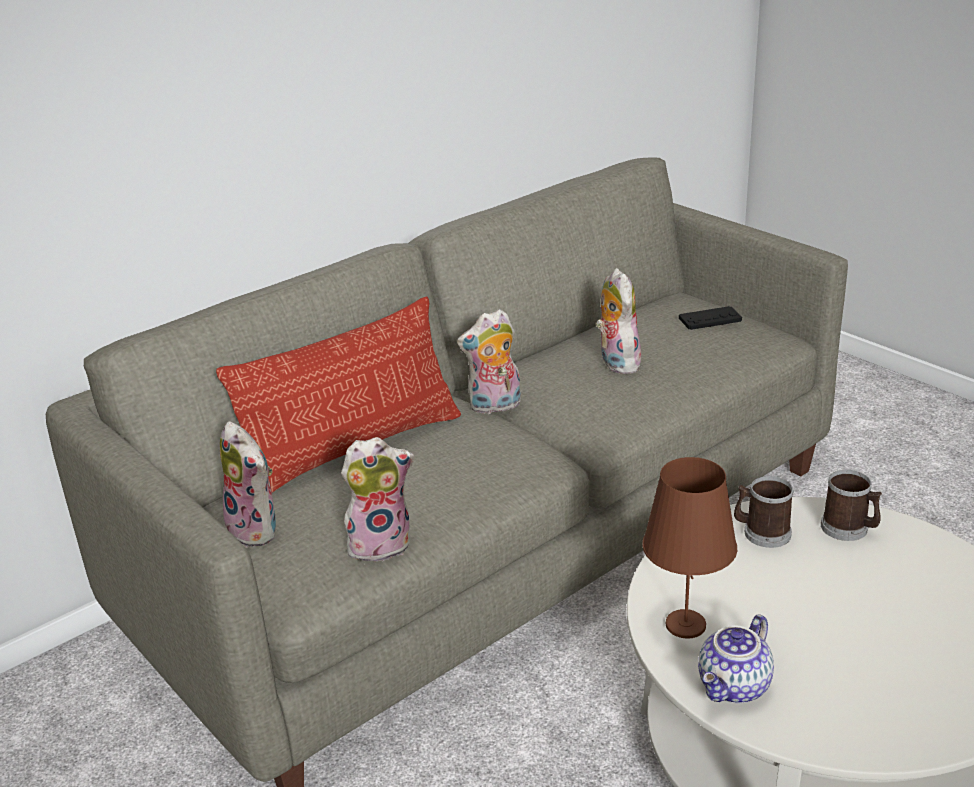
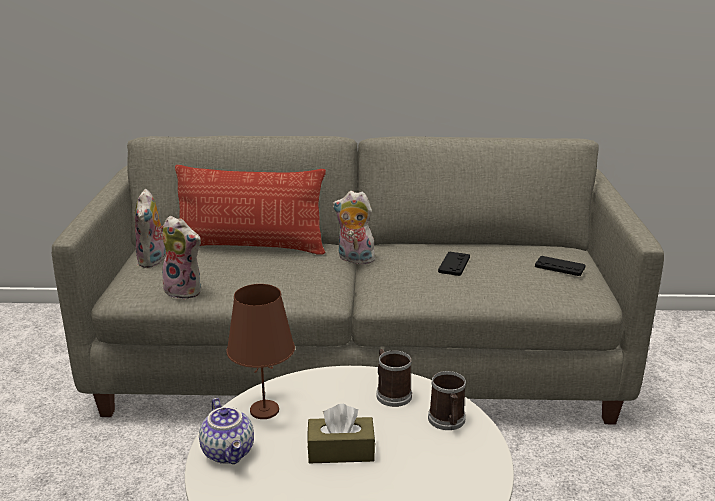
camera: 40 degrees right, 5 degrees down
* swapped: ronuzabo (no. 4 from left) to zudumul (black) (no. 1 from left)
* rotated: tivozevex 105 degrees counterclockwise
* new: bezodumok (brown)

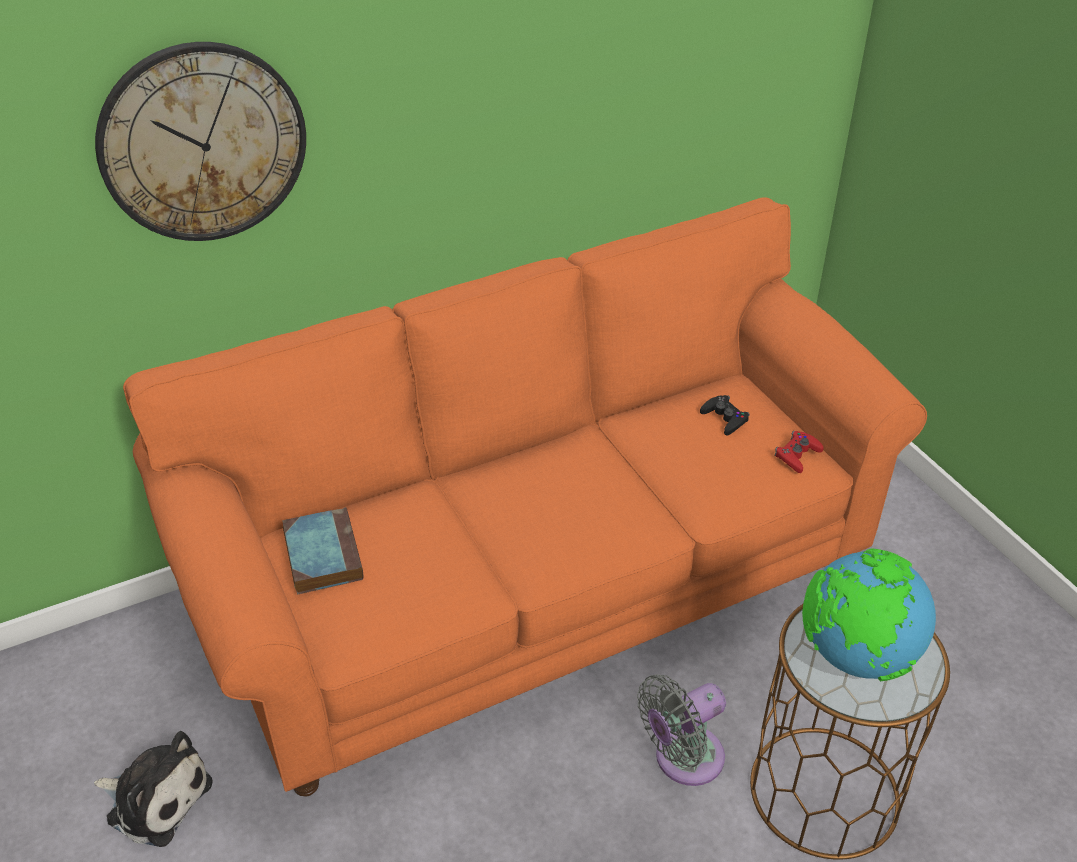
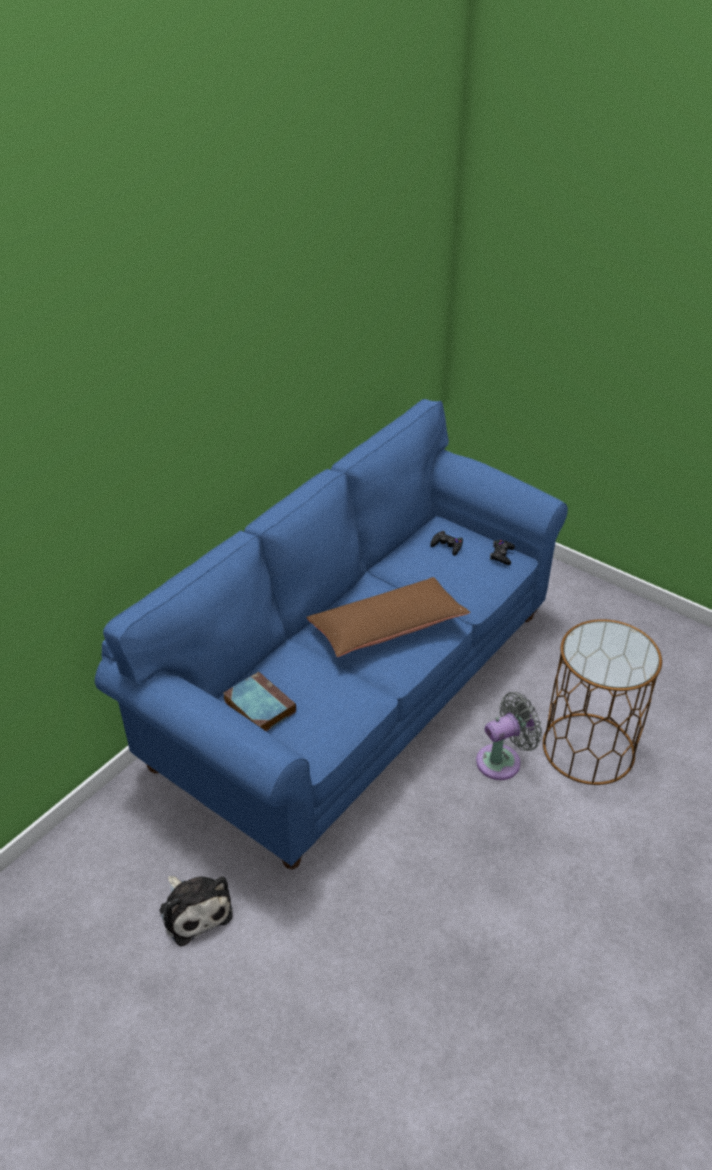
camera: 25 degrees left, 0 degrees up
* gone: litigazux
* repainted: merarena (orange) to merarena (blue)
* repainted: zudumul (red) to zudumul (black) (no. 2 from left)
* gone: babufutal
* rotated: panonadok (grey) 150 degrees counterclockwise
* rotated: ronuzabo 60 degrees clockwise
* new: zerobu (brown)

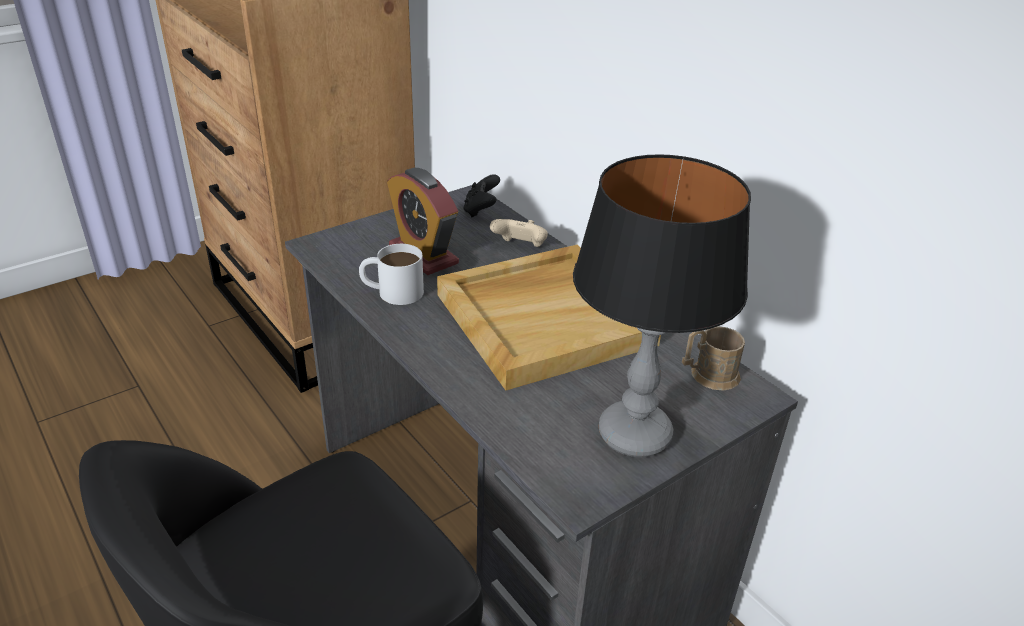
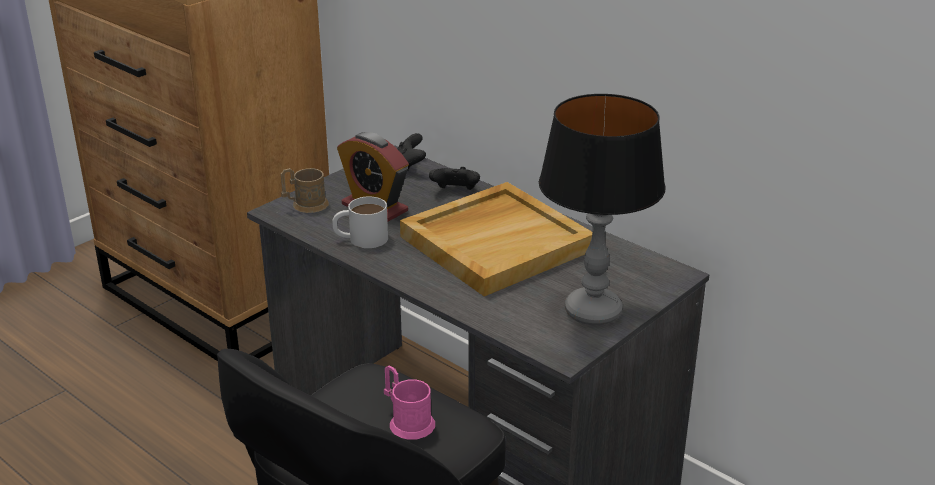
camera: 10 degrees left, 5 degrees down
* repainted: zudumul (beige) to zudumul (black) (no. 2 from left)
* shifted: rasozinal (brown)
* new: rasozinal (pink)

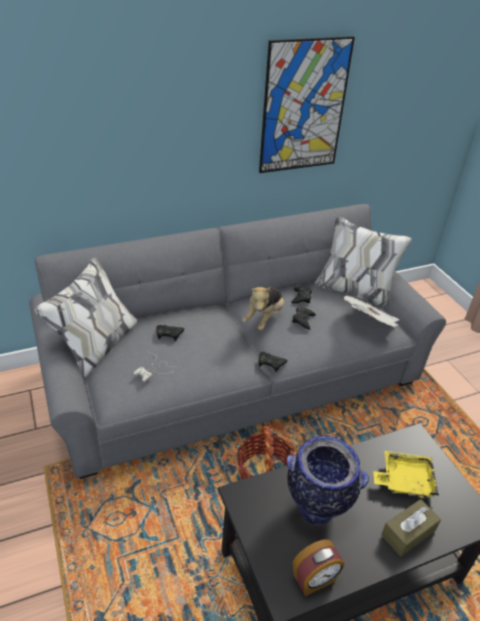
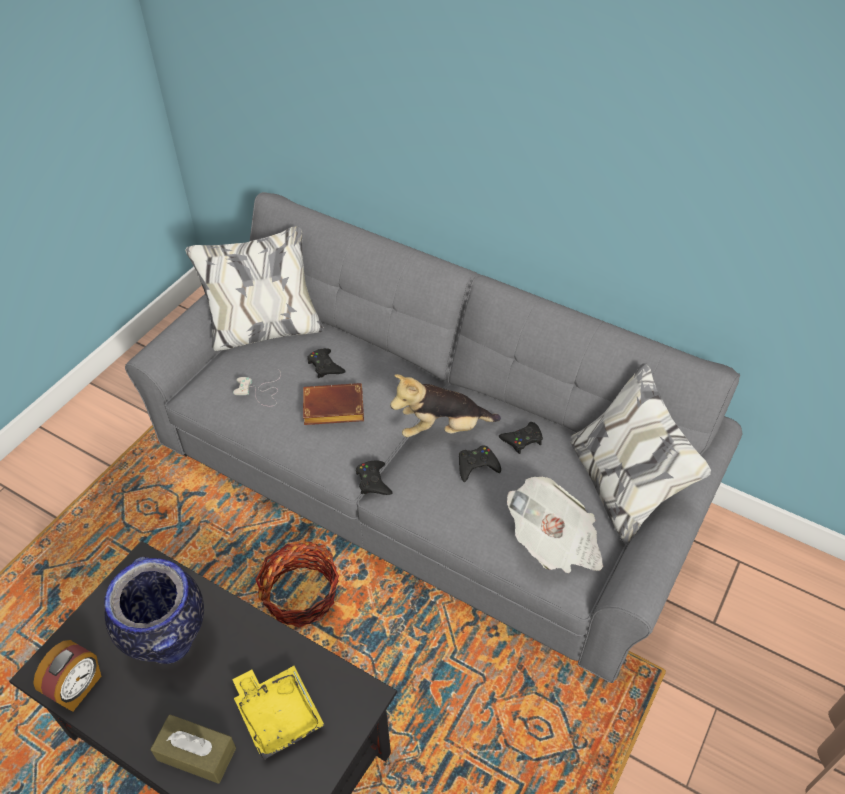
camera: 55 degrees right, 10 degrees up
* gone: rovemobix
* rotated: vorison 90 degrees counterclockwise
* new: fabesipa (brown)

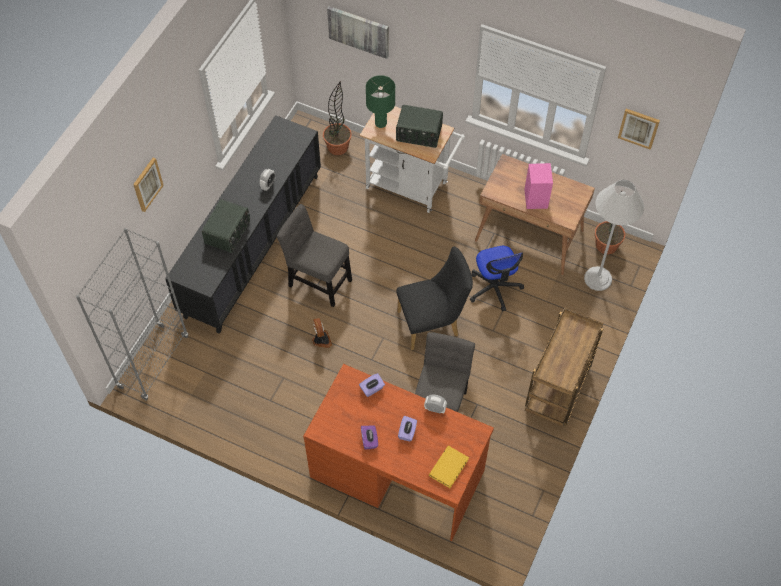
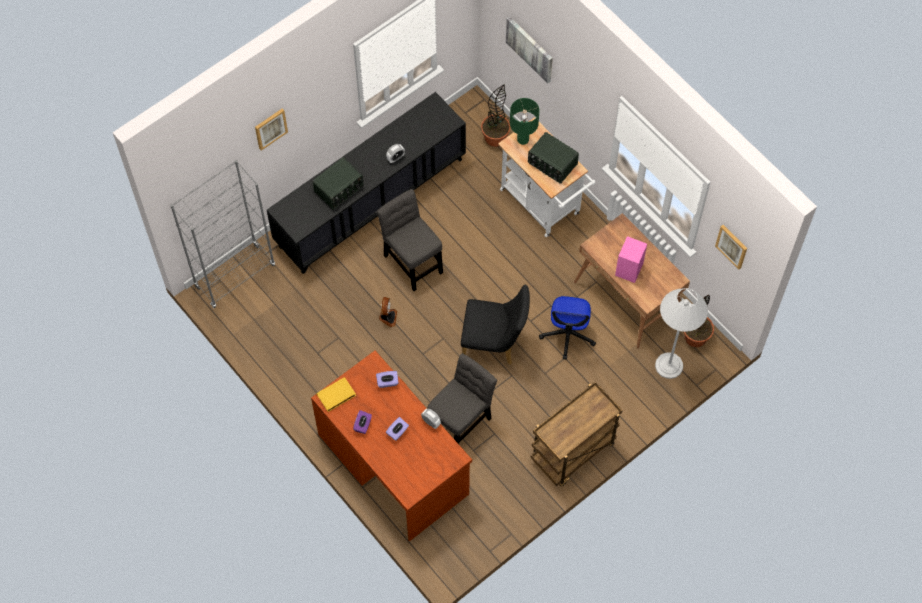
camera: 25 degrees right, 5 degrees up
* shifted: fabesipa (yellow)

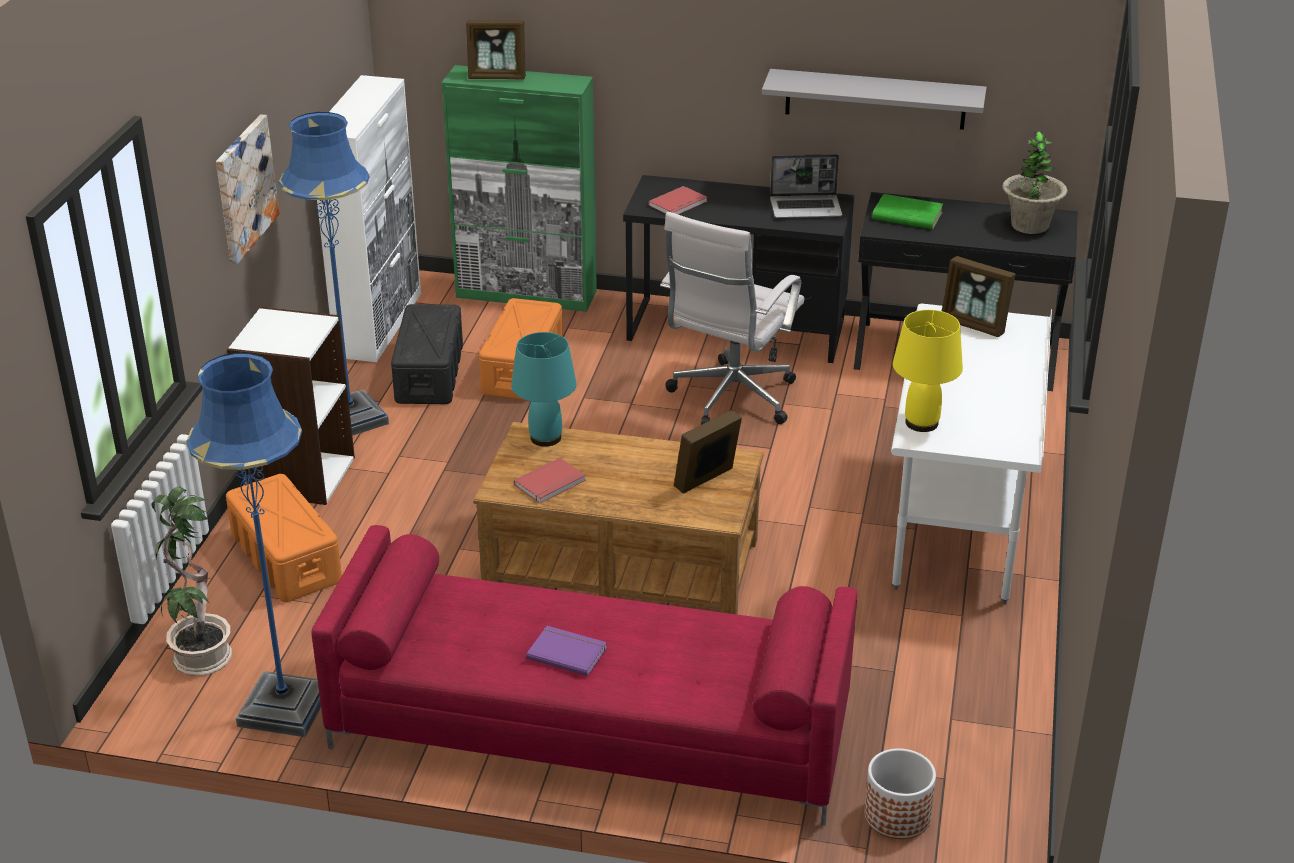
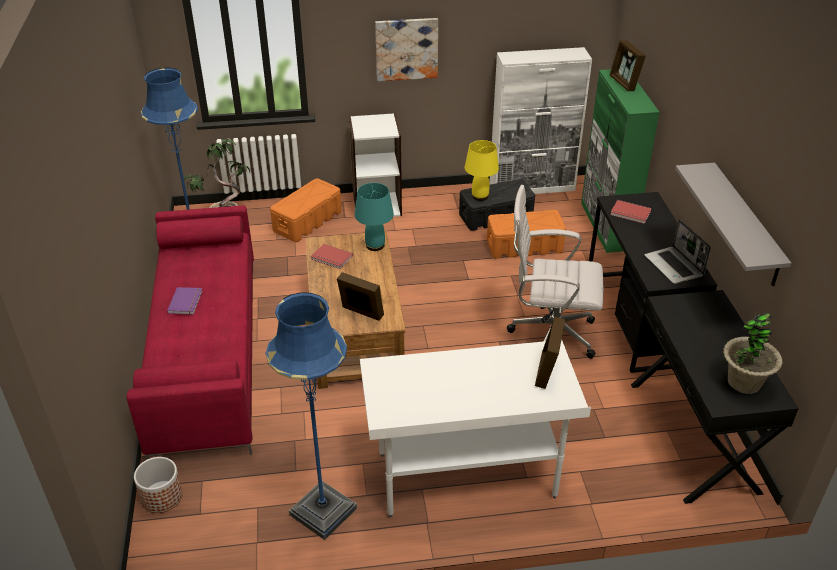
camera: 70 degrees right, 5 degrees up
* shifted: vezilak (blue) (no. 2 from left)
* gone: fabesipa (green)
* shifted: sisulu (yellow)

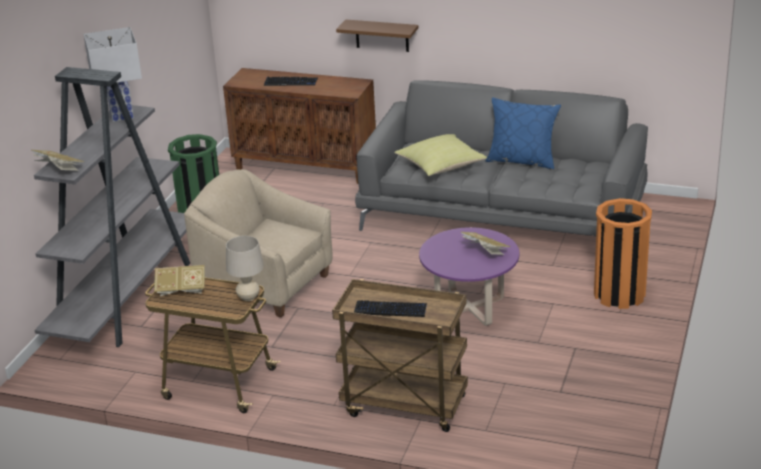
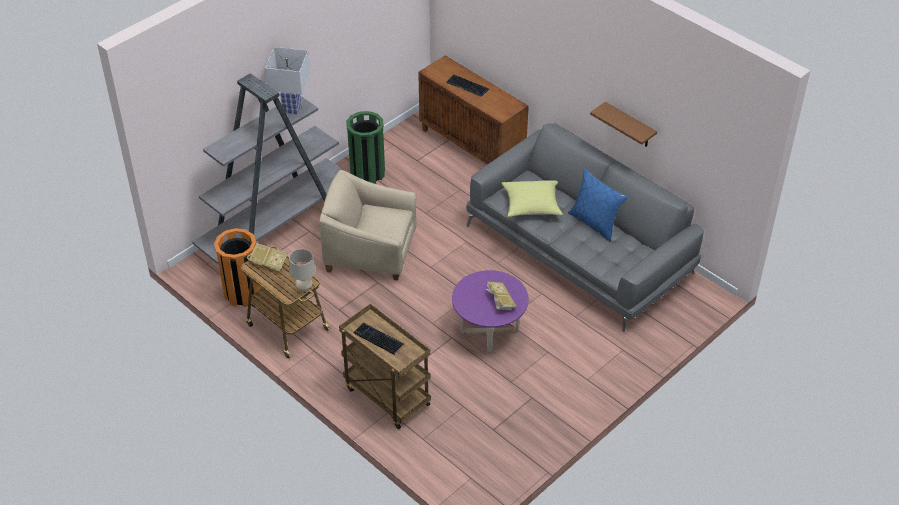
camera: 25 degrees right, 15 degrees up
* shifted: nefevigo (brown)
* gone: fabesipa (no. 1 from left)
* rotated: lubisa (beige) 45 degrees counterclockwise
* shifted: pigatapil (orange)

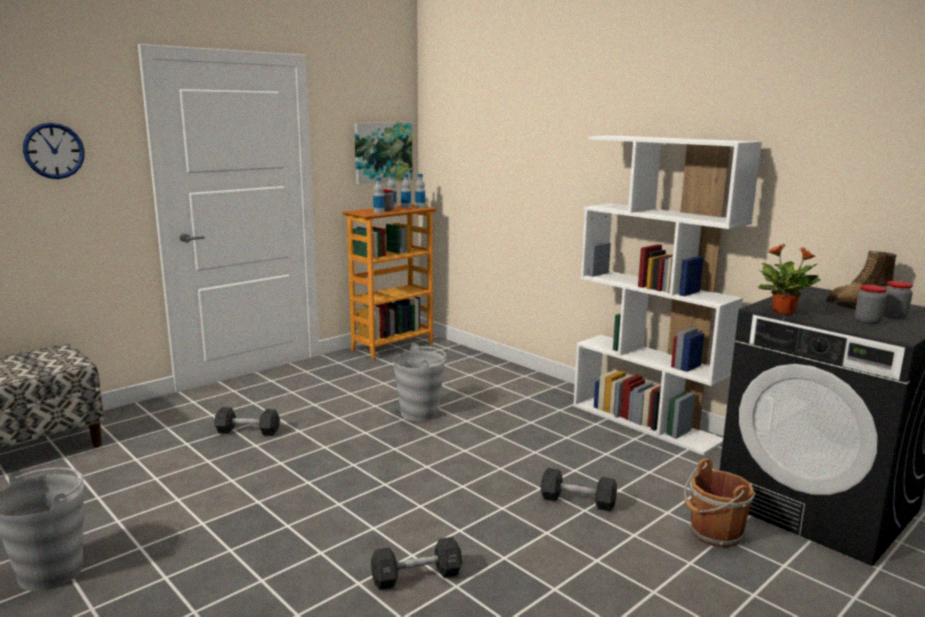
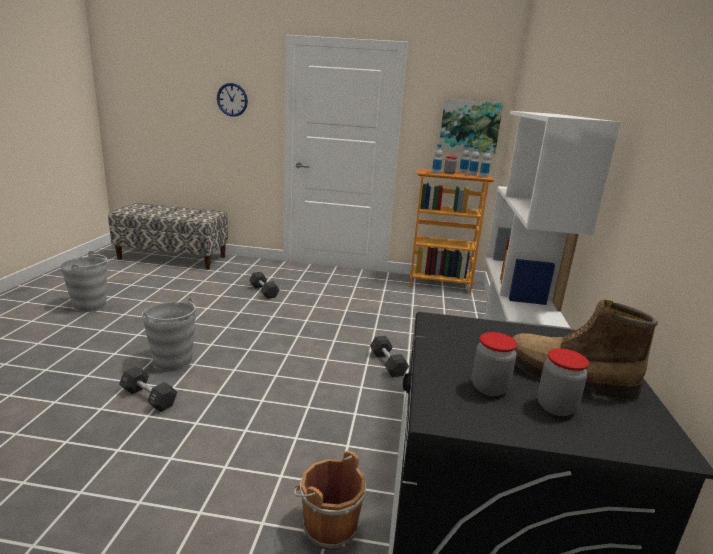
camera: 50 degrees right, 5 degrees up
* gone: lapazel
* shifted: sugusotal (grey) (no. 2 from left)
* shifted: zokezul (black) (no. 3 from left)

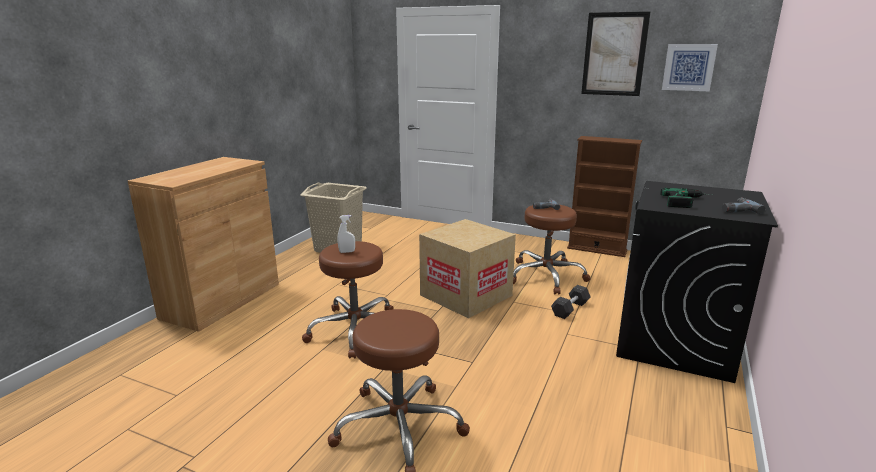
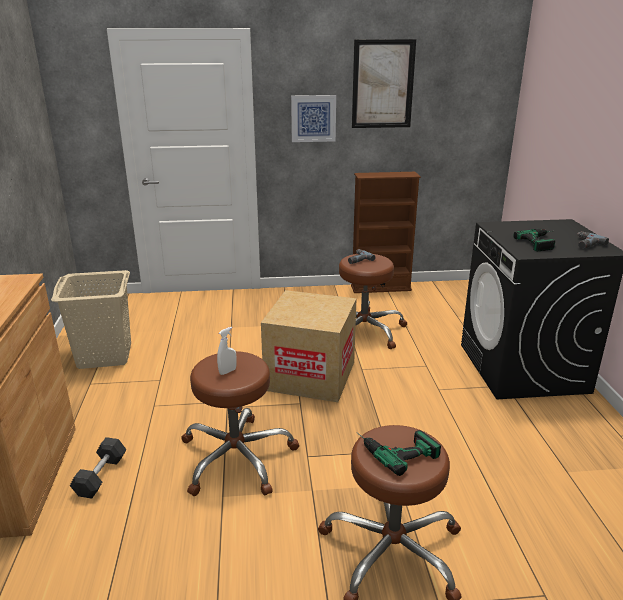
camera: 30 degrees left, 5 degrees up
* shifted: rovemobix (no. 2 from left in the first image) to rovemobix (no. 1 from left)
* shifted: zokezul (grey)
* new: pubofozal (no. 2 from left)

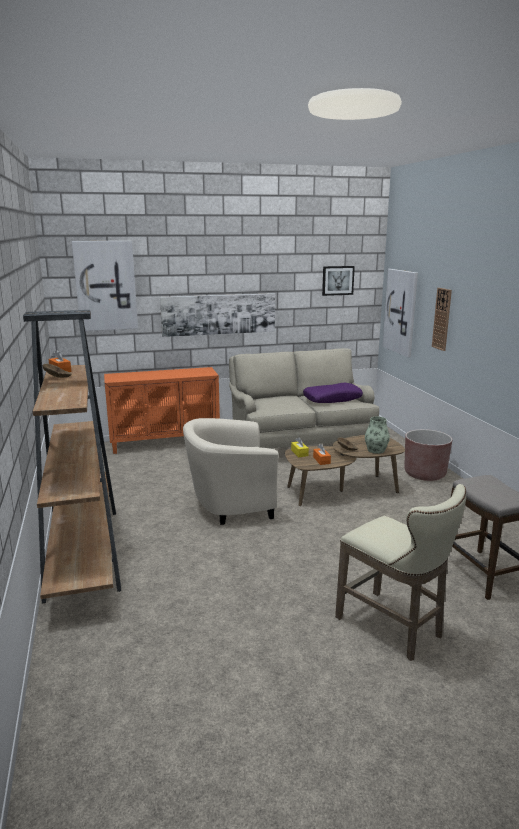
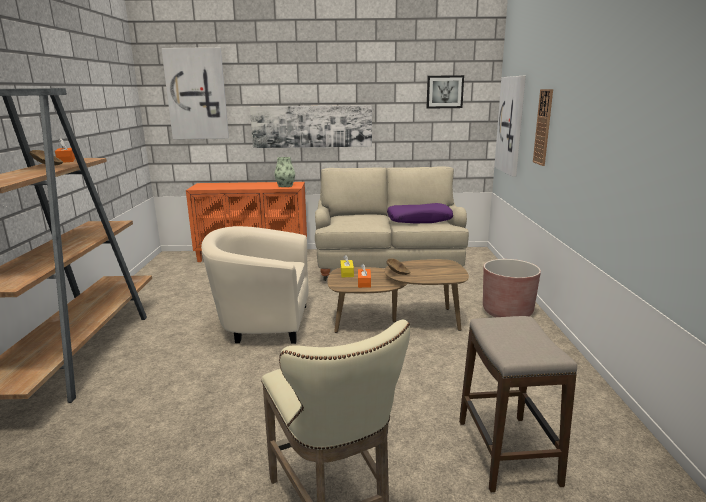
camera: 15 degrees right, 0 degrees up
* shifted: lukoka

